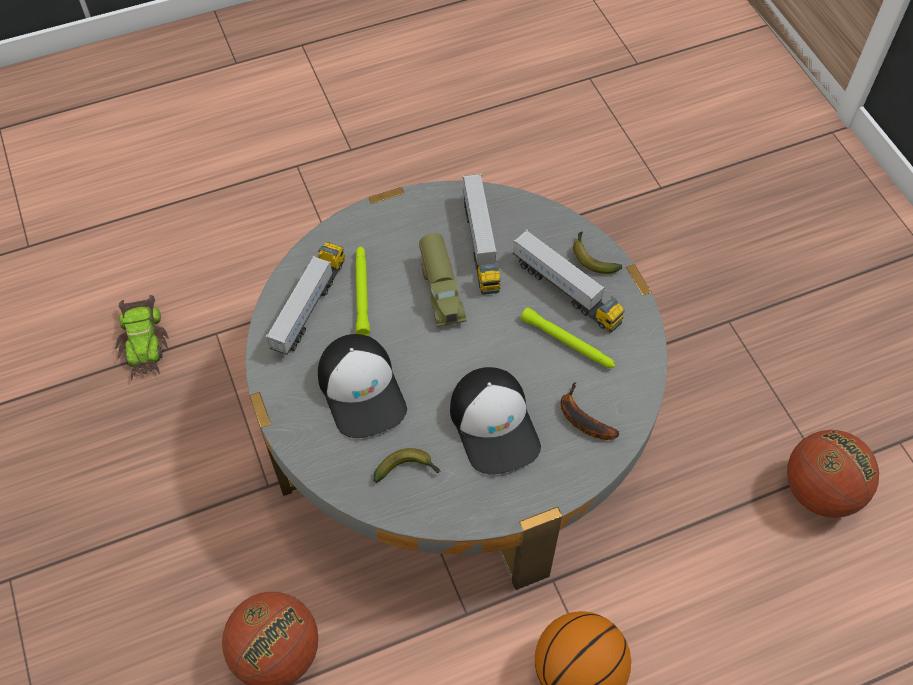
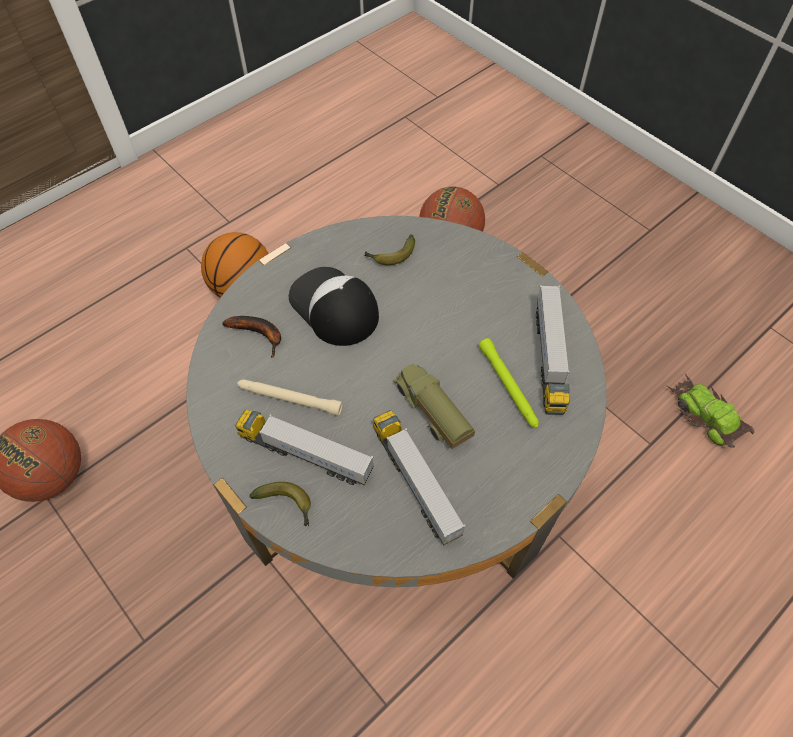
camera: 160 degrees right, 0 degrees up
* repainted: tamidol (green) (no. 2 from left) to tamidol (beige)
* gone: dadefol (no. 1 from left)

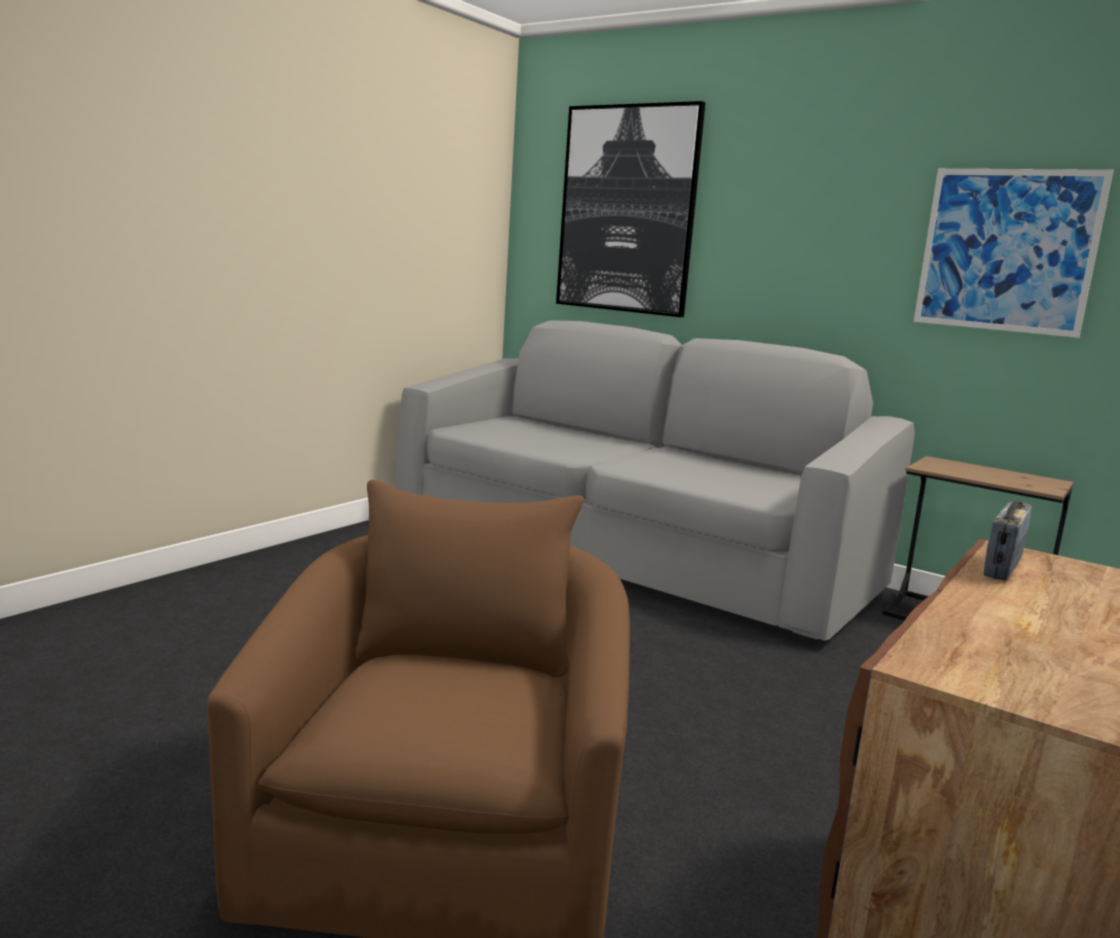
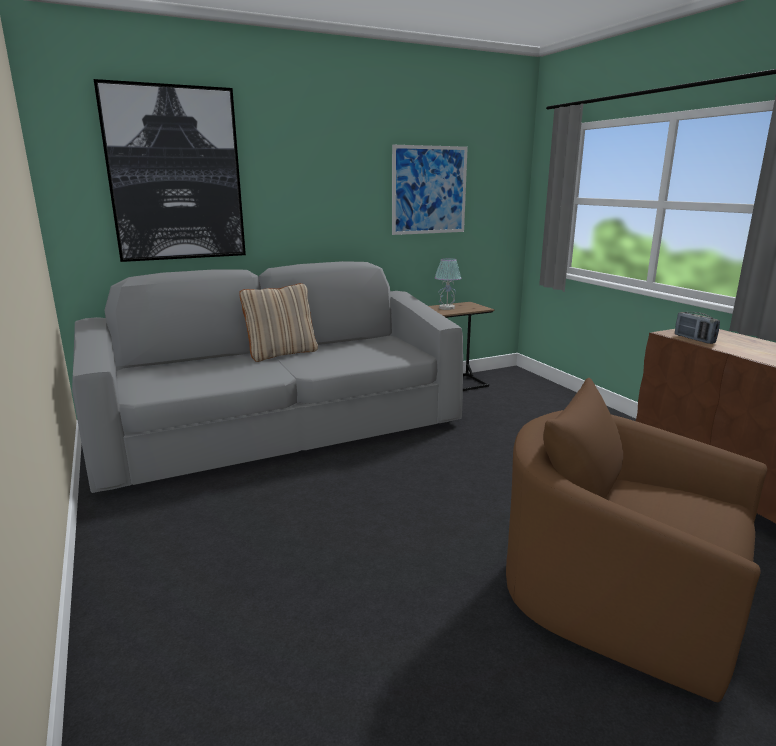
camera: 60 degrees left, 5 degrees up
* new: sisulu
* new: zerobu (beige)

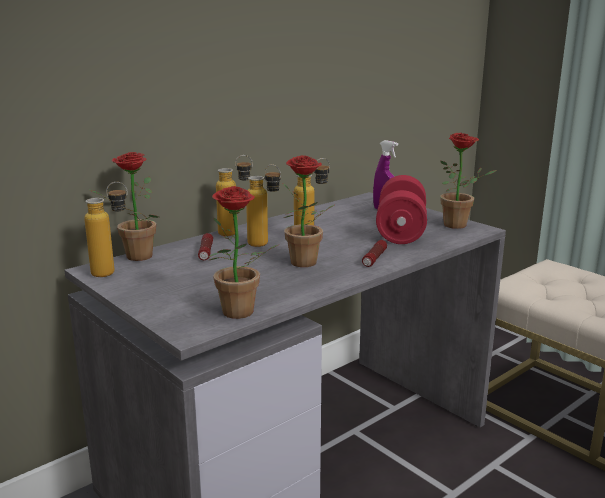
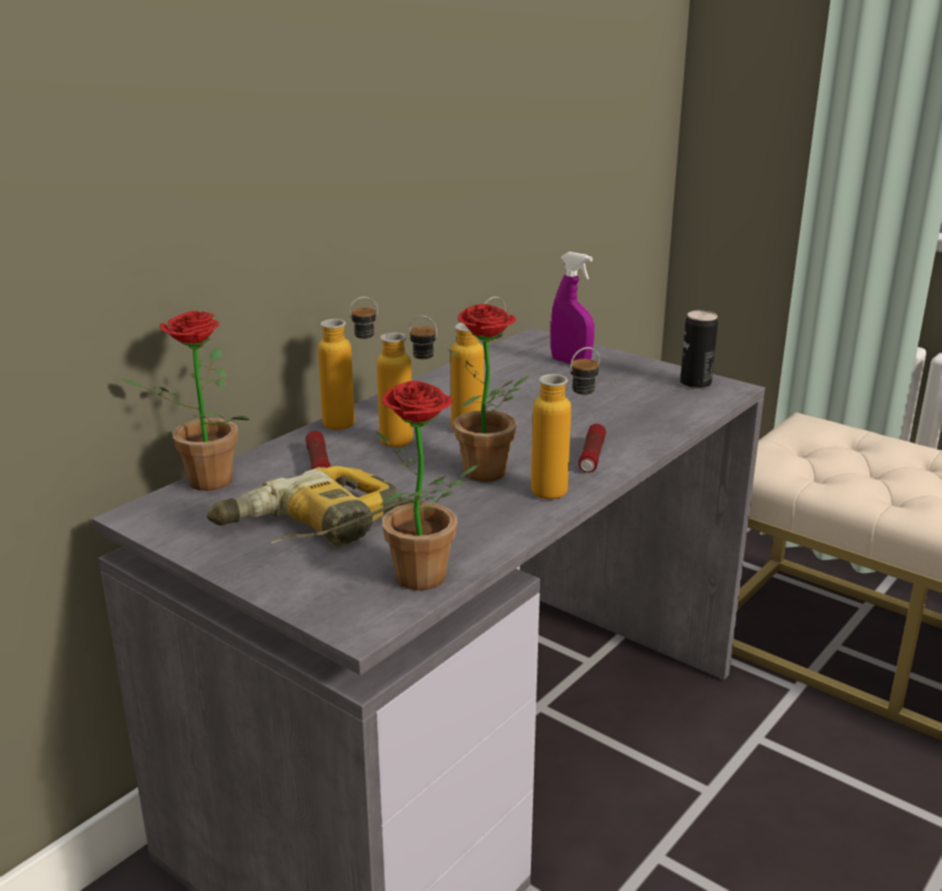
camera: 10 degrees left, 5 degrees up
* swapped: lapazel (no. 4 from left) to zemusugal
* gone: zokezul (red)
* shifted: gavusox (no. 1 from left in the first image) to gavusox (no. 4 from left)
* new: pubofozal

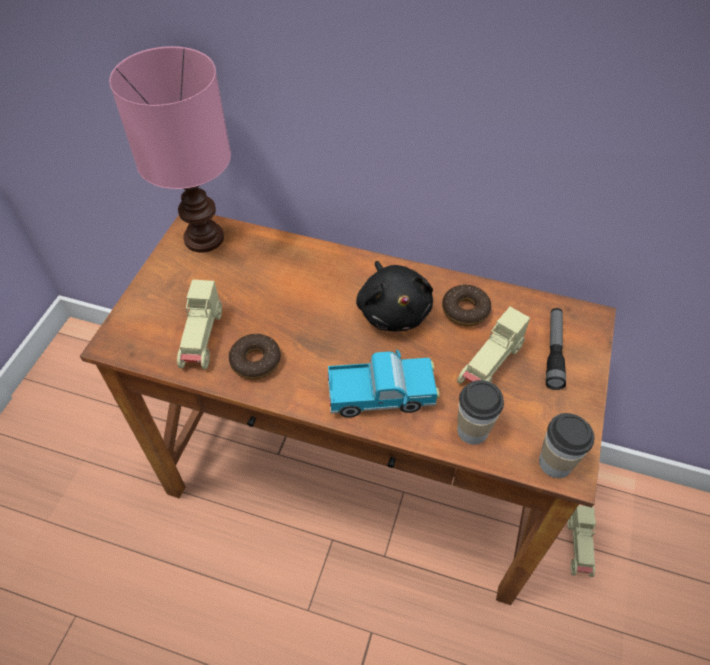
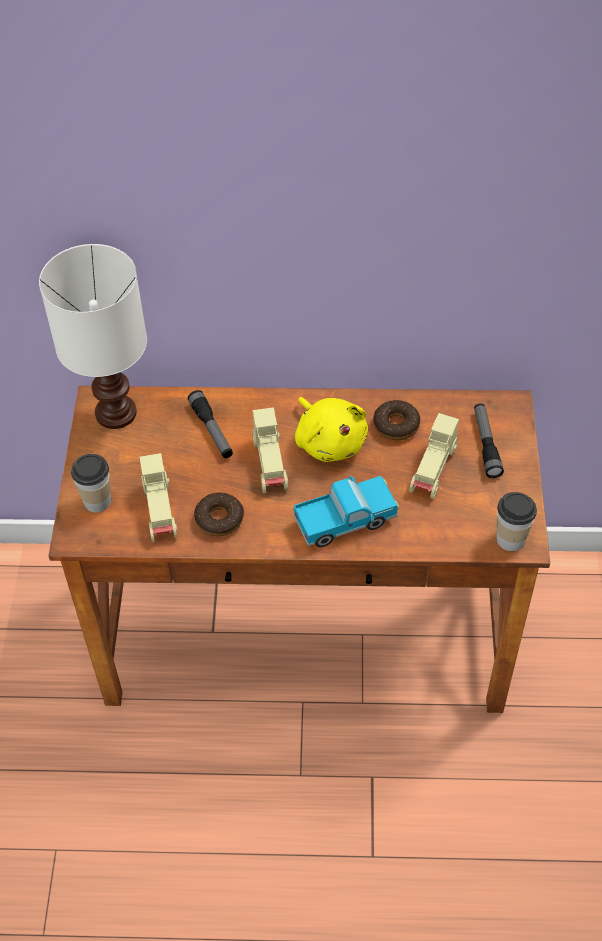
camera: 15 degrees left, 0 degrees up
* repainted: sisulu (pink) to sisulu (white)
* repainted: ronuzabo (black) to ronuzabo (yellow)
* shifted: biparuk (no. 1 from left)
* shifted: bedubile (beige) (no. 3 from left in the first image) to bedubile (beige) (no. 2 from left)
* new: tamidol (no. 1 from left)

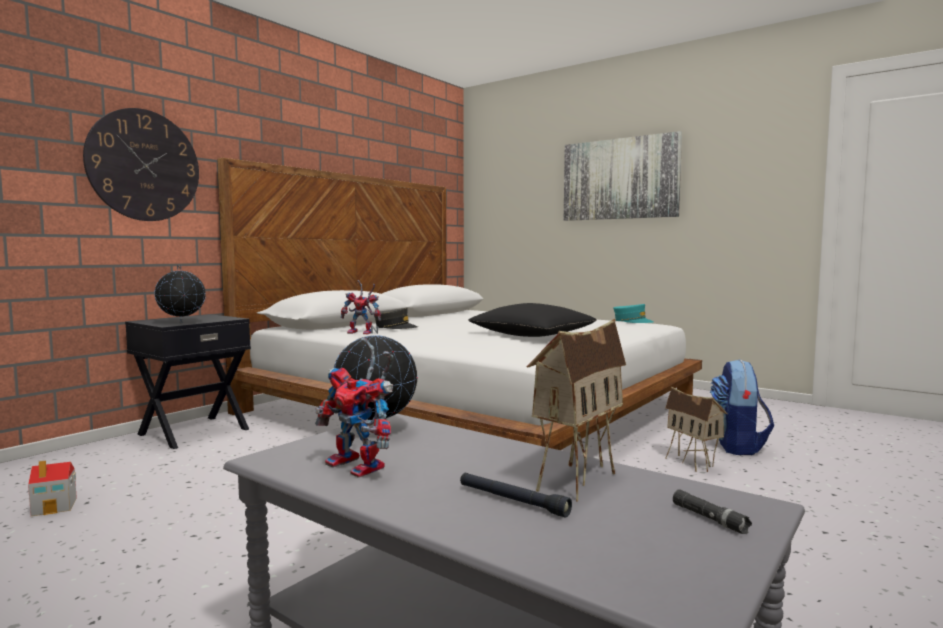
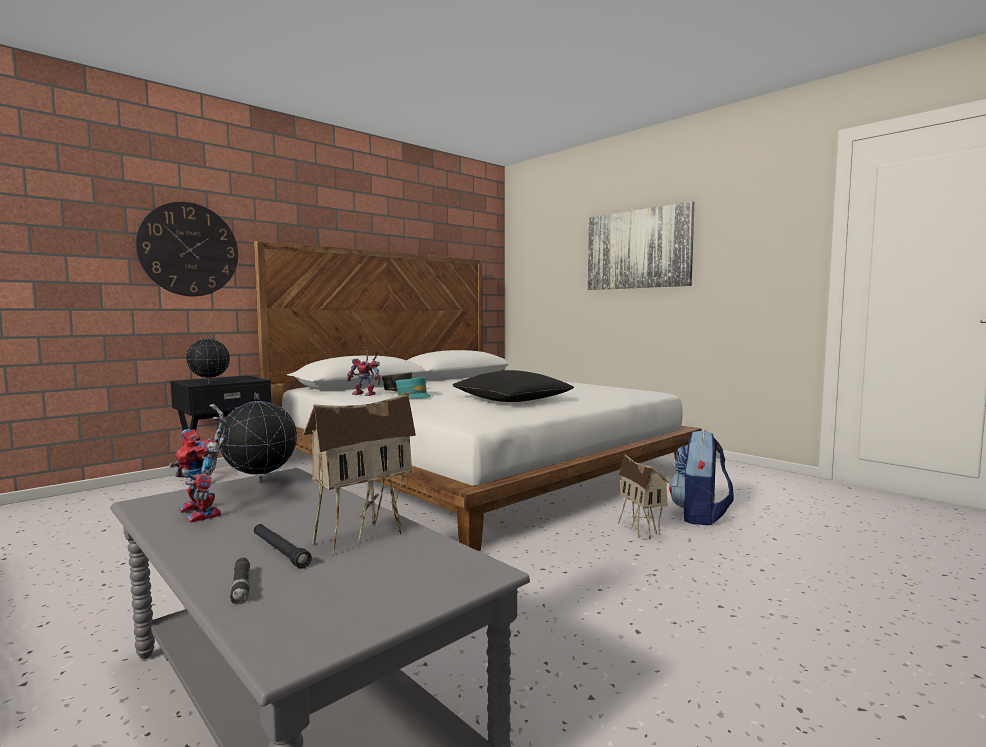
camera: 10 degrees right, 0 degrees up
* shifted: dadefol (turquoise)
* gone: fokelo (no. 1 from left)
* shifted: tamidol (black) (no. 2 from left in the first image) to tamidol (black) (no. 1 from left)

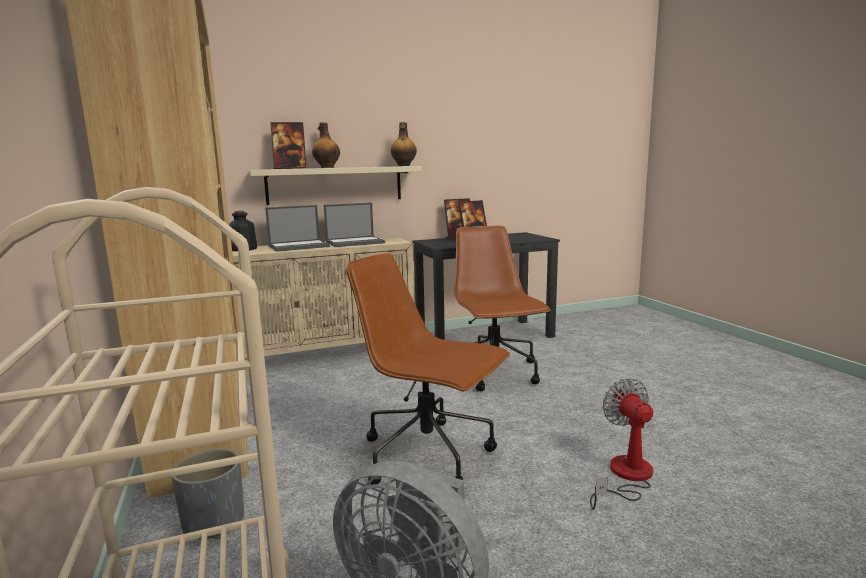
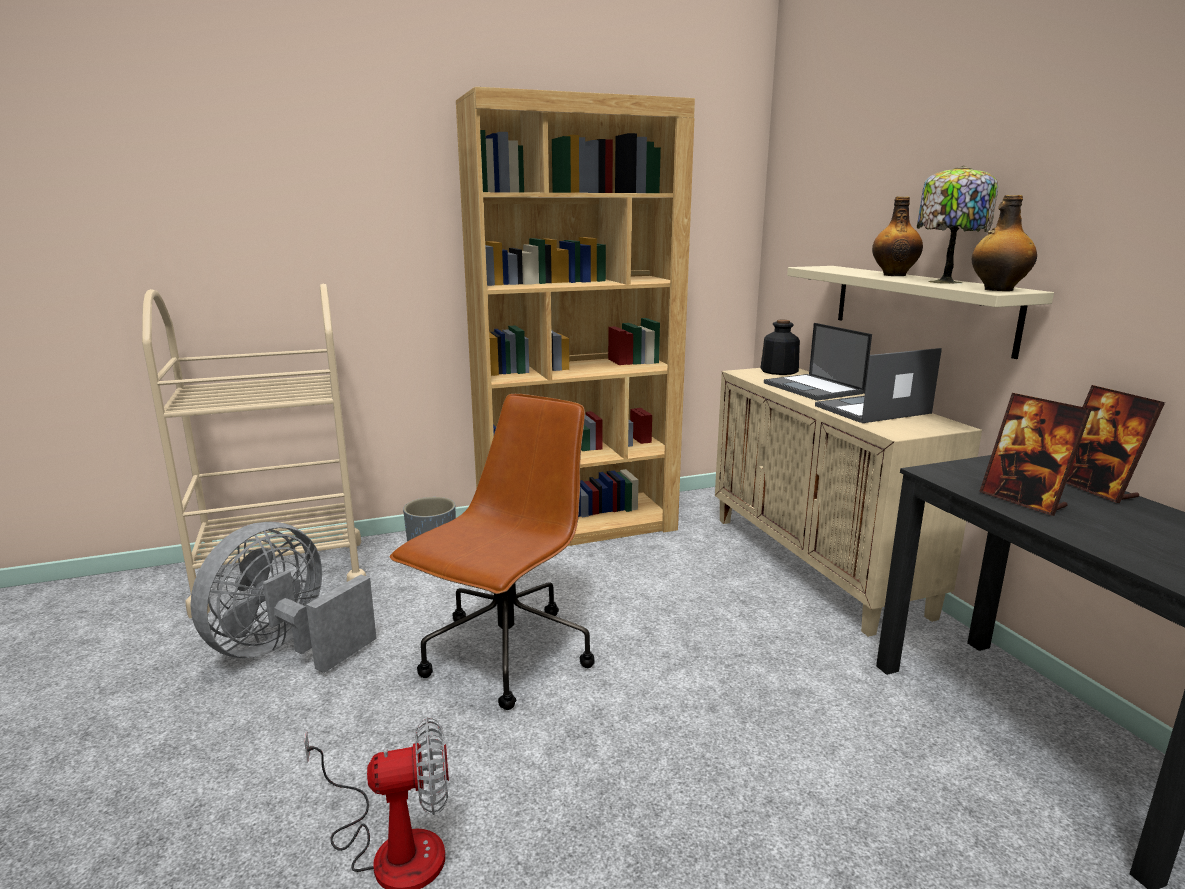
camera: 90 degrees right, 5 degrees up
* gone: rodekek (no. 1 from left)
* rotated: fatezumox (no. 2 from left) 90 degrees clockwise
* gone: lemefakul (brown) (no. 2 from left)
* new: sisulu

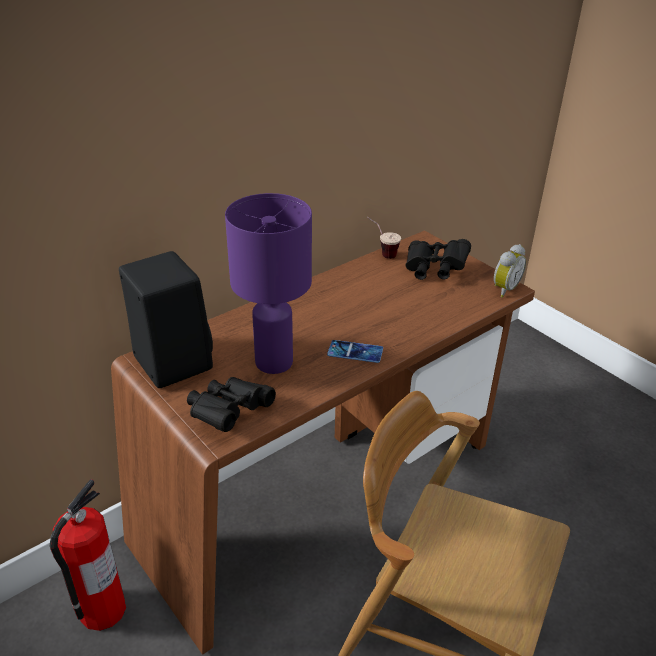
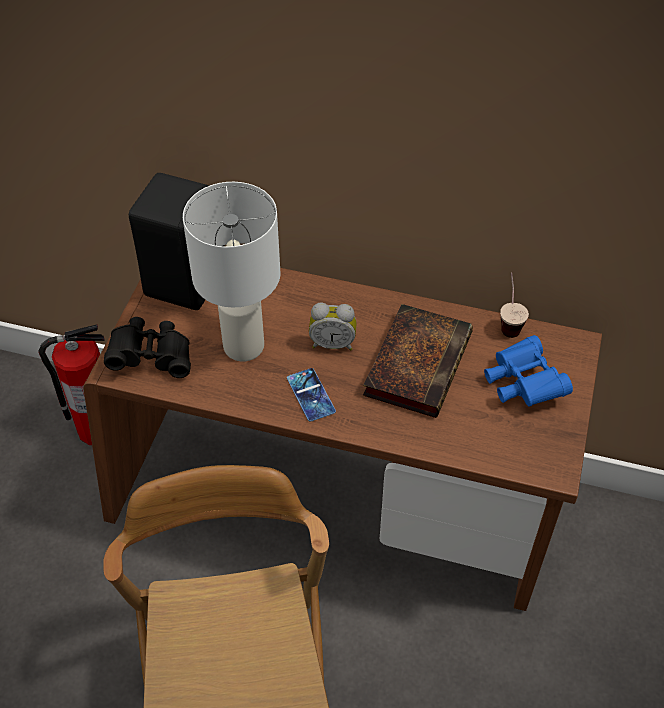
camera: 55 degrees right, 15 degrees up
* repainted: sisulu (purple) to sisulu (white)
* repainted: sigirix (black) (no. 2 from left) to sigirix (blue)
* shifted: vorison
* new: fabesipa

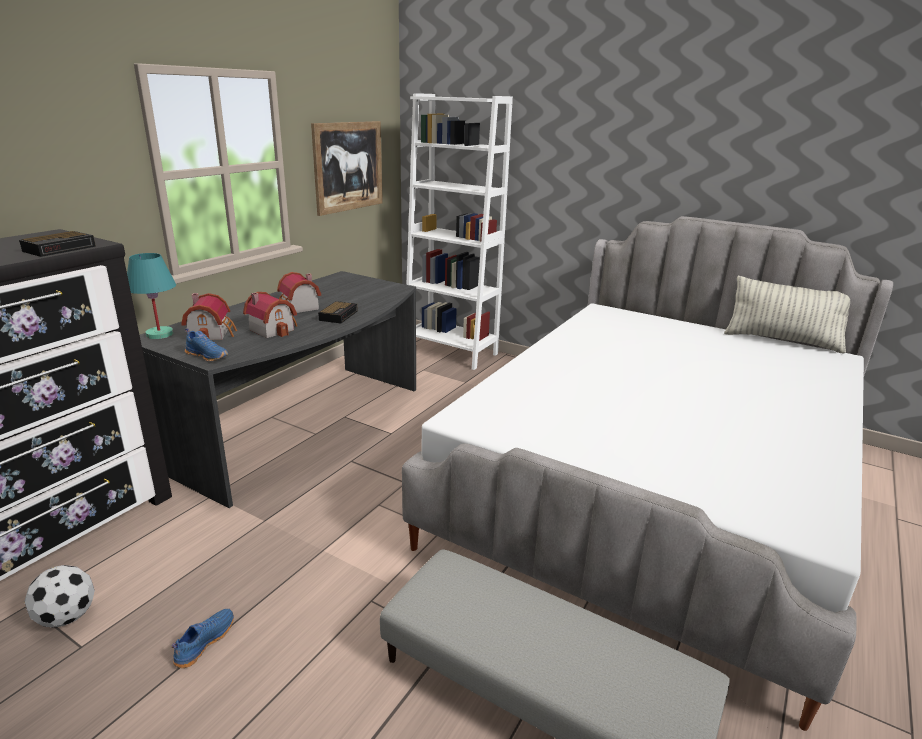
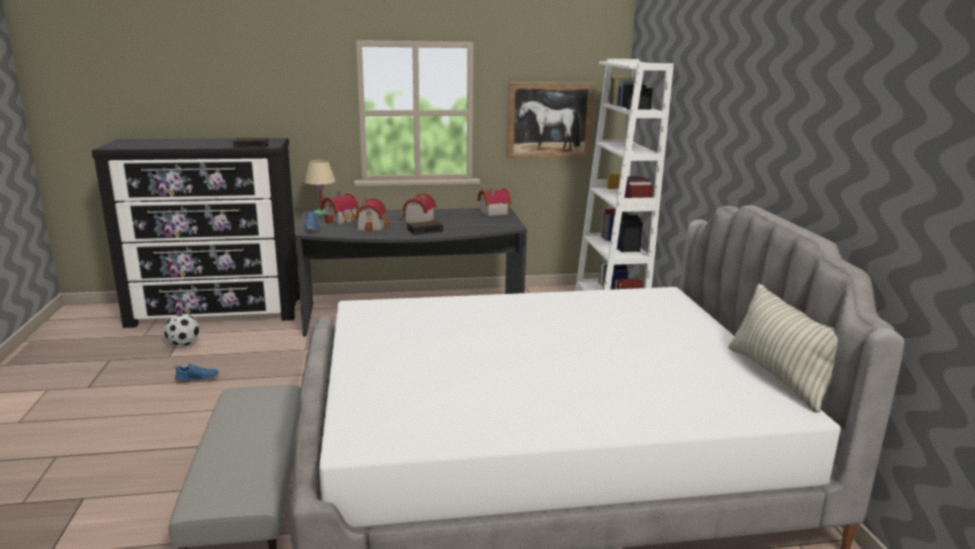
camera: 50 degrees right, 5 degrees down
* repainted: sisulu (turquoise) to sisulu (beige)
* new: fokelo (no. 4 from left)

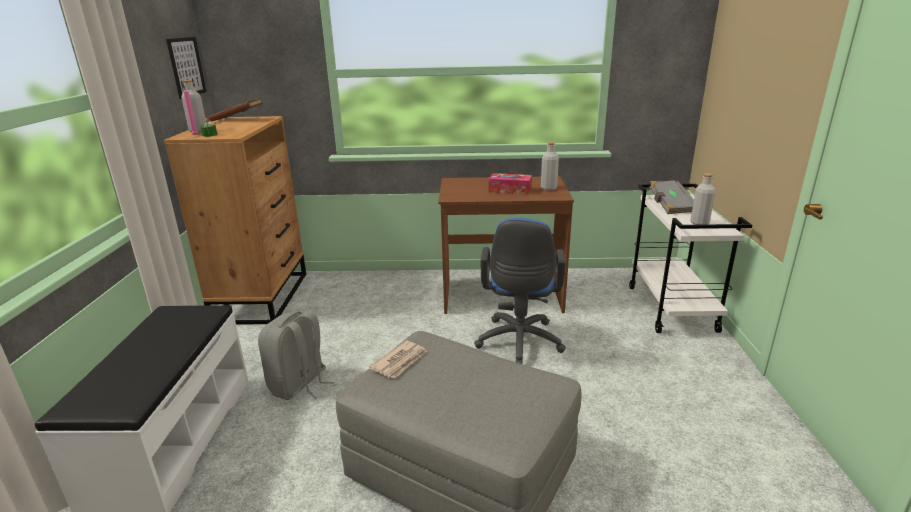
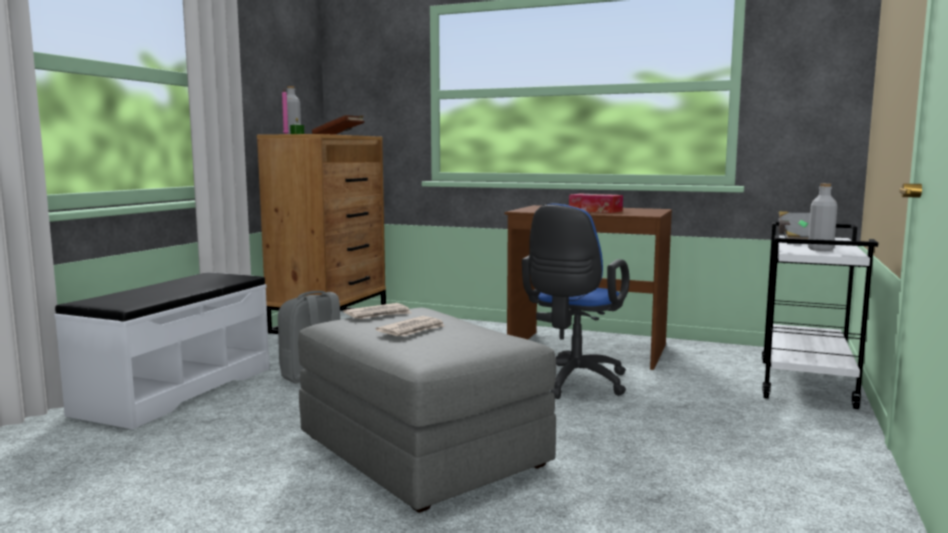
camera: 20 degrees right, 15 degrees down
* gone: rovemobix
* gone: gavusox (grey) (no. 2 from left)
* new: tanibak (no. 2 from left)

